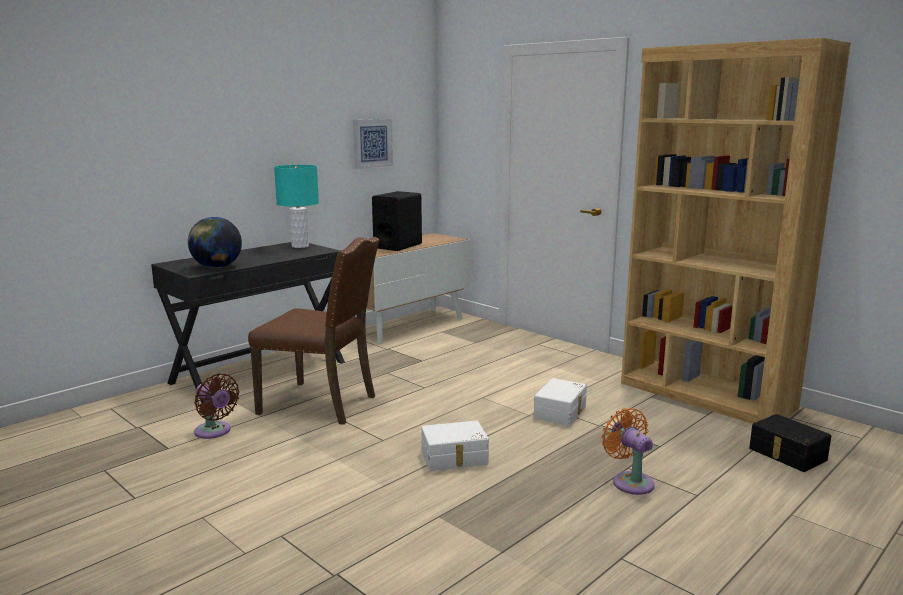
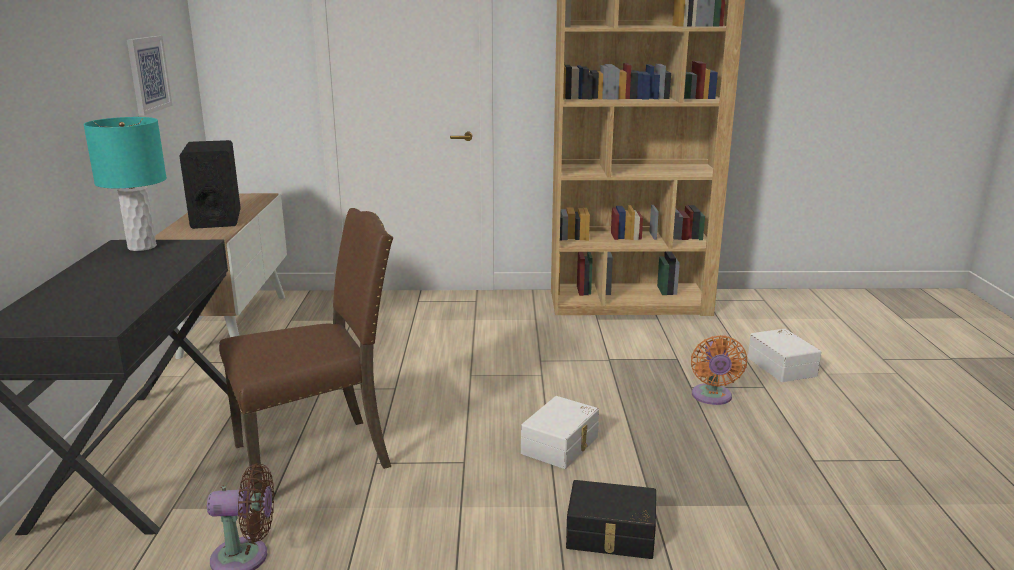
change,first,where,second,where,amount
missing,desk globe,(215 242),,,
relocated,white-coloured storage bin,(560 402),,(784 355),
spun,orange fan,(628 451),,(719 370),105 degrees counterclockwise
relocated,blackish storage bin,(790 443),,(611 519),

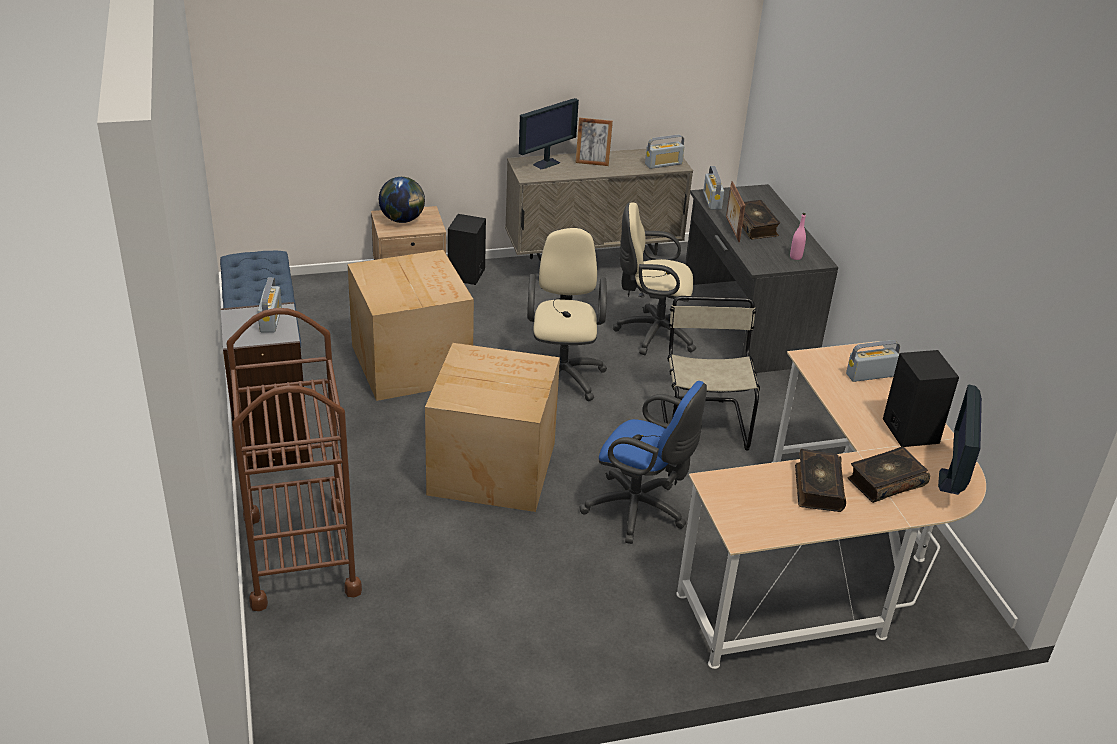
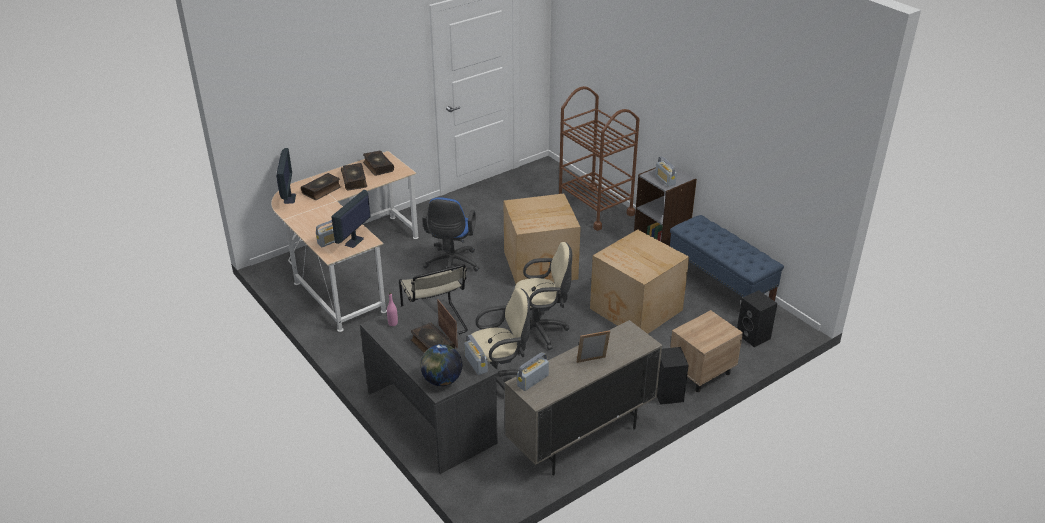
change,first,where,second,where,amount
relocated,monitor,(549 133),,(351 219),
relocated,desk globe,(402 200),,(441 365),
spun,beige-coloured office chair,(567 314),,(543 296),75 degrees counterclockwise
relocated,blackish loudspeaker,(921 398),,(757 318),
spun,blue-coloured office chair,(643 462),,(450 234),90 degrees counterclockwise
appeared,,,bound book,(378 163),

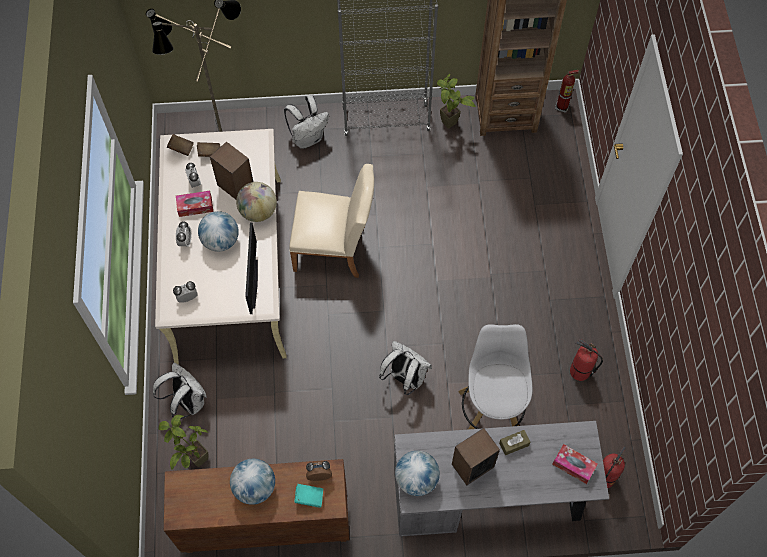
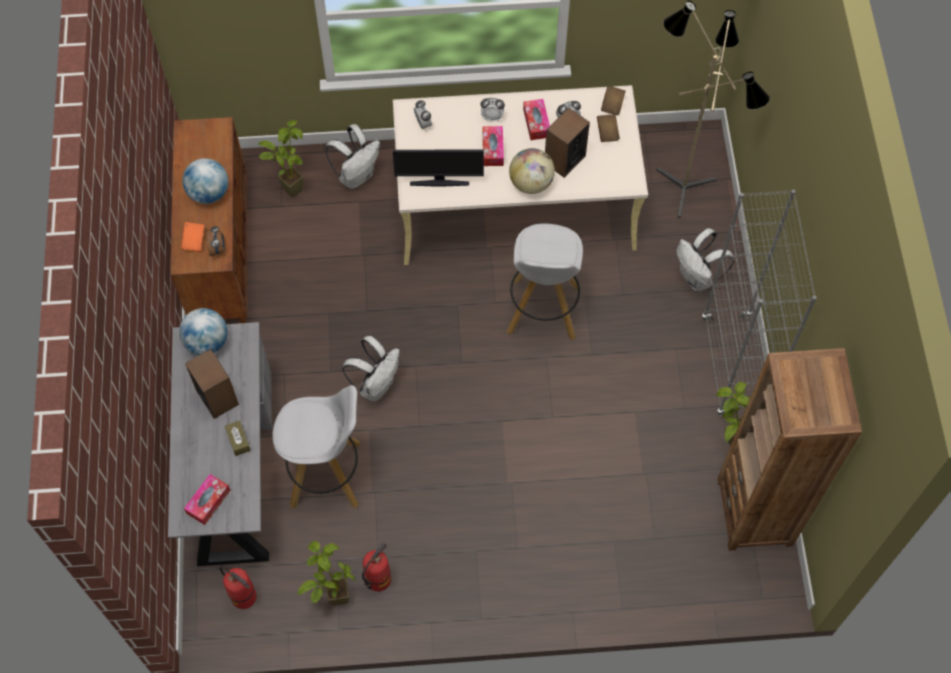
change,first,where,second,where,amount
missing,fire-fighting cylinder,(567 91),,,
exchanged,beige-coloured chair,(331 221),white-coloured sitting stool,(544 282),
exchanged,desk globe,(218 231),tissue holder,(493 146),
colour,turquoise bound book,(309 496),orange bound book,(192 237),
appeared,,,plant in a pot,(326 573),

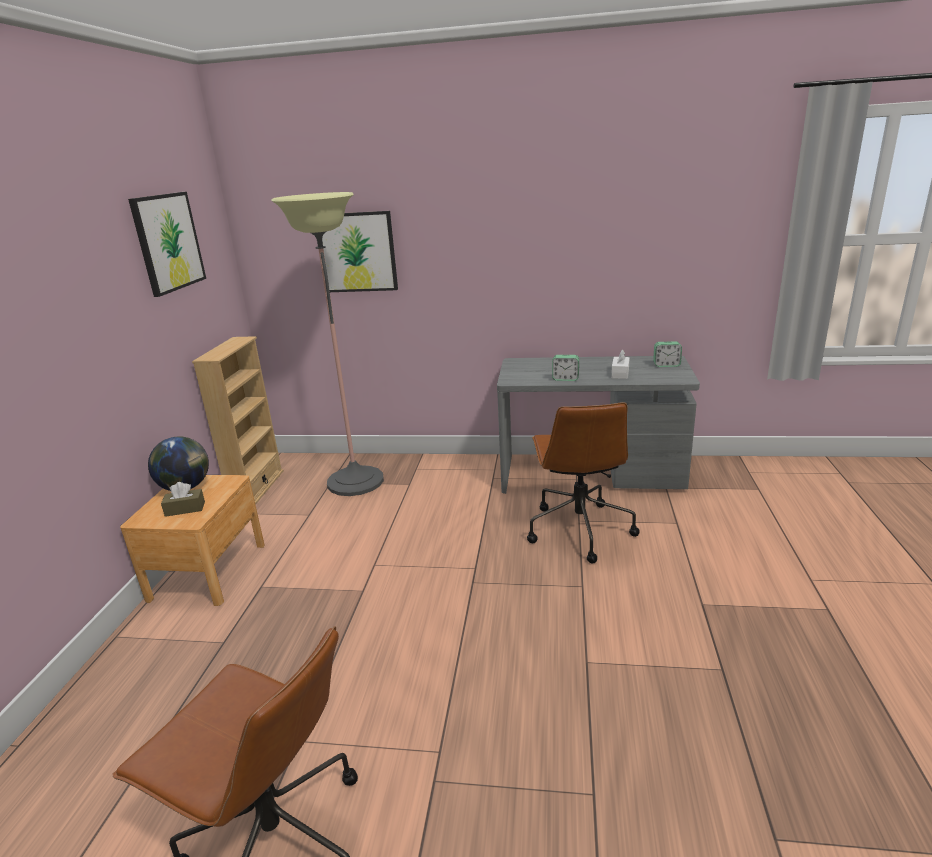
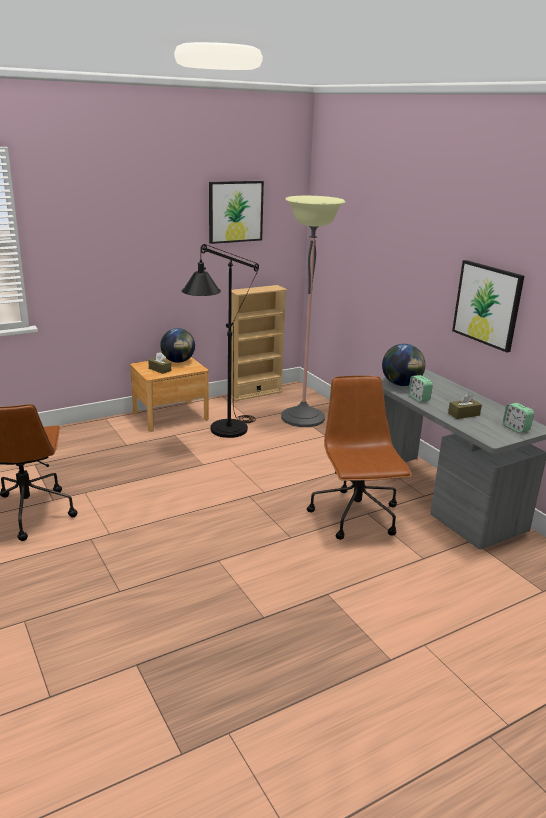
change,first,where,second,where,amount
relocated,wall picture,(360 251),,(488 306),
colour,white-coloured tissue holder,(620 364),brownish tissue holder,(465 406),
spun,brownish office chair,(583 482),,(359 457),120 degrees clockwise
appeared,,,blackish standing lamp,(220 341),
appeared,,,desk globe,(403 365),

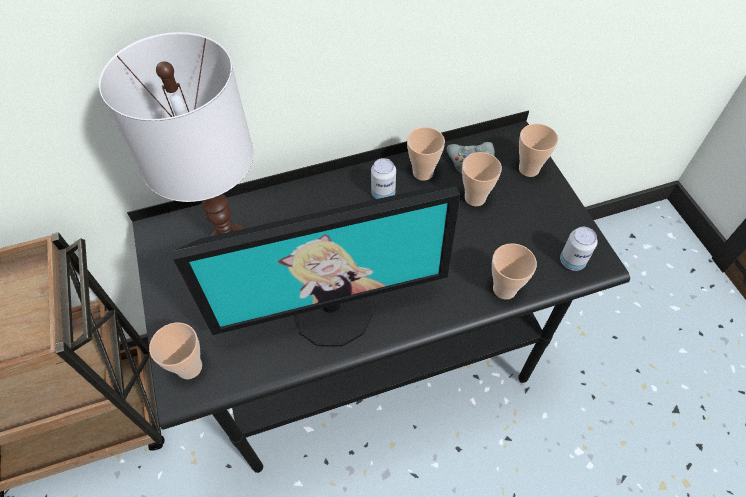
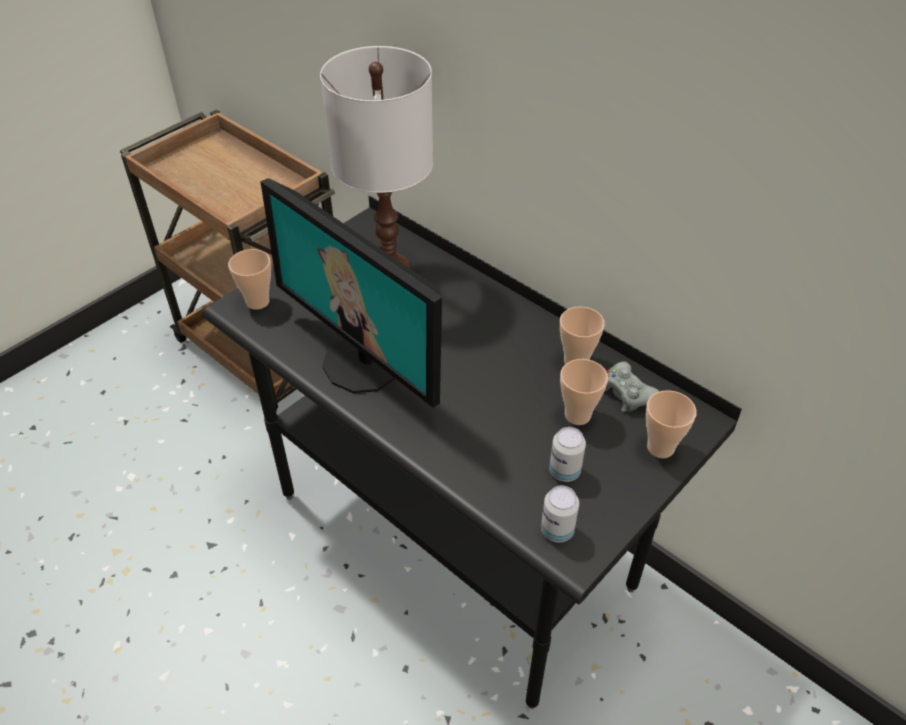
change,first,where,second,where,amount
relocated,sealed can,(383 178),,(567 454),
missing,drinking cup,(514 271),,,

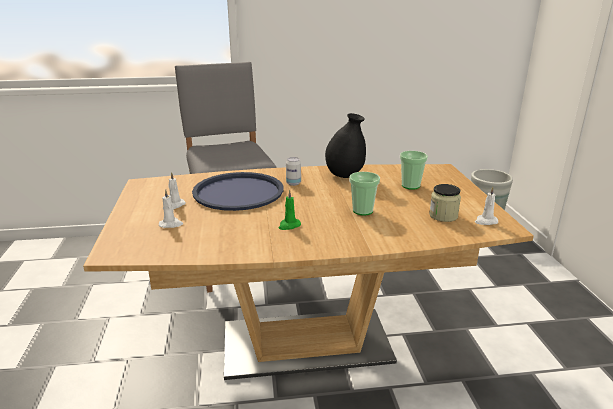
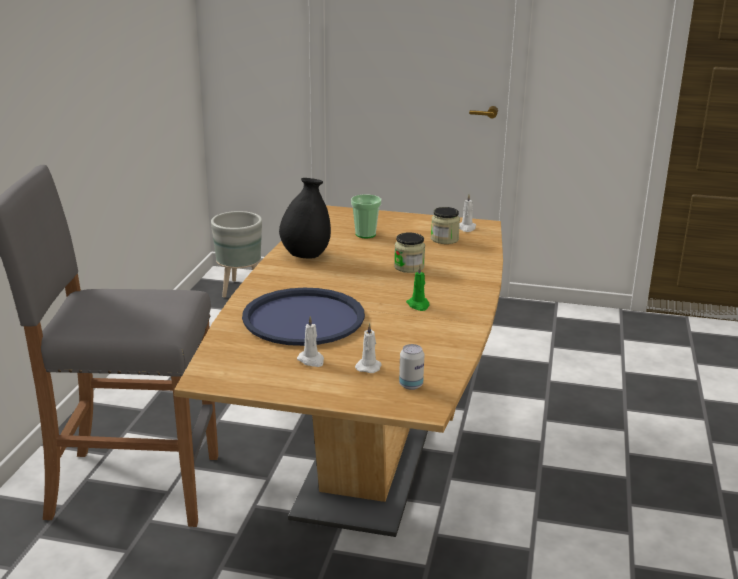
change,first,where,second,where,amount
relocated,sealed can,(293 171),,(411 367),
exchanged,drinking cup,(364 194),preserve jar,(409 252),

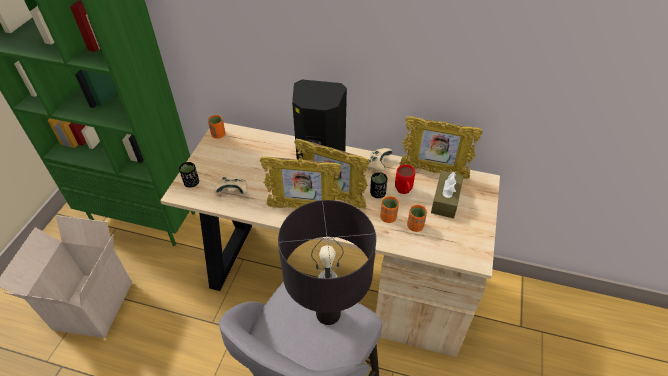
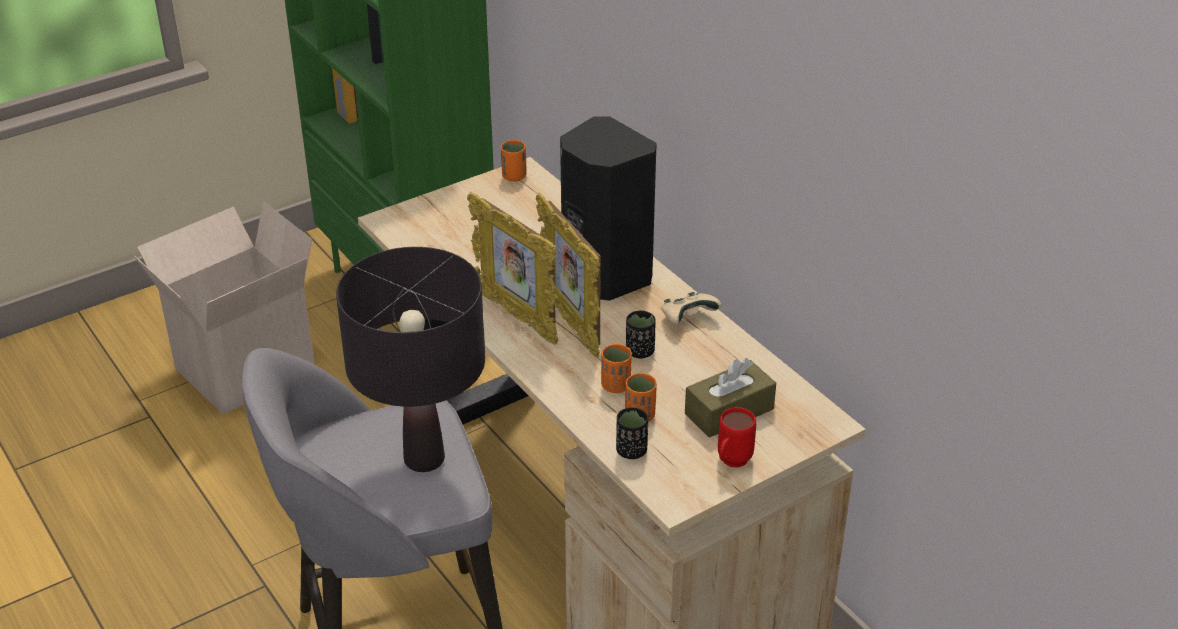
change,first,where,second,where,amount
missing,picture frame,(441 147),,,
relocated,blackish drinking cup,(189 175),,(632 433),
relocated,reddish tea mug,(405 179),,(737 437),
missing,beige-coloured joypad,(230 185),,,

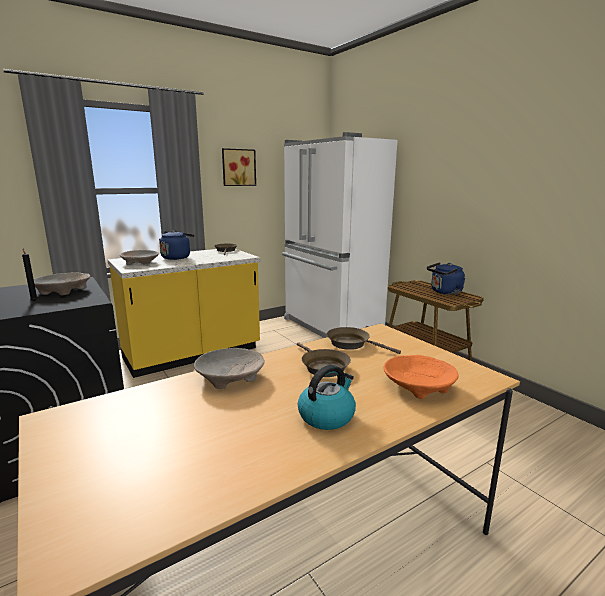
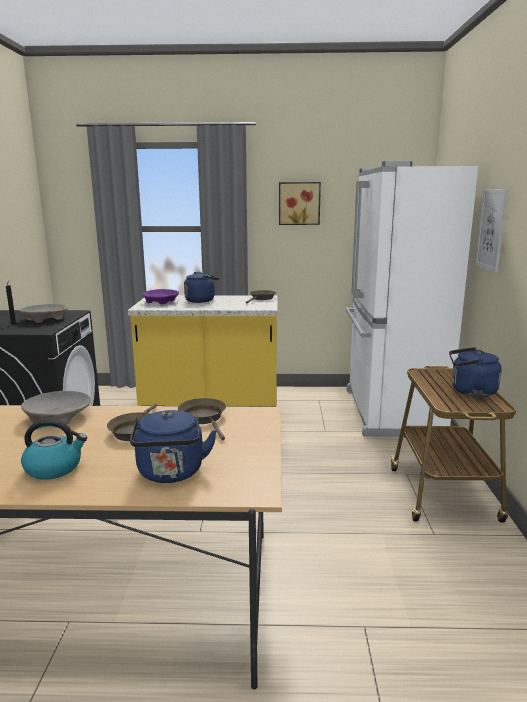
change,first,where,second,where,amount
colour,beige-coloured bowl,(139 257),purplish bowl,(160 296),
exchanged,orange bowl,(421 377),blue-coloured tea kettle,(173 446),
appeared,,,wall picture,(491 231),

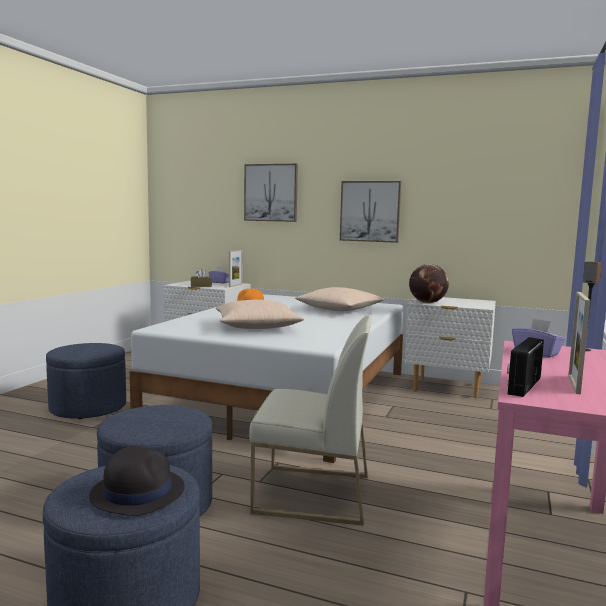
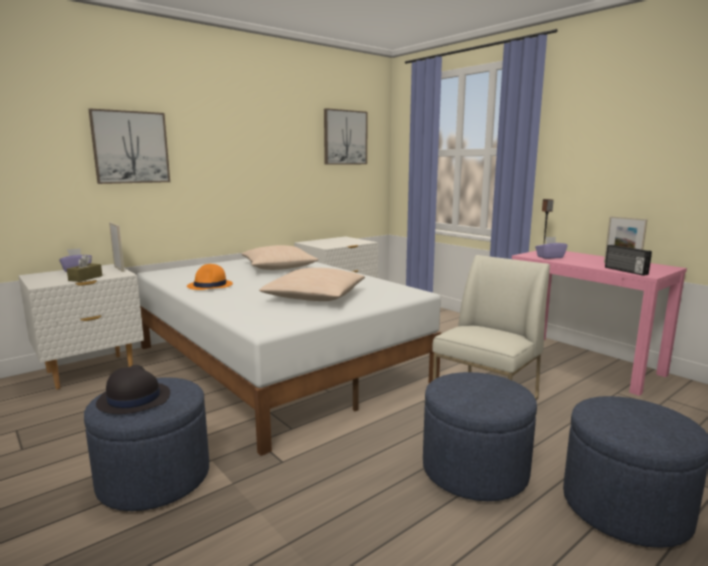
change,first,where,second,where,amount
relocated,wall picture,(370 212),,(346 136),
missing,desk globe,(429 283),,,
relocated,blackish clothing hat,(137 480),,(133 389),

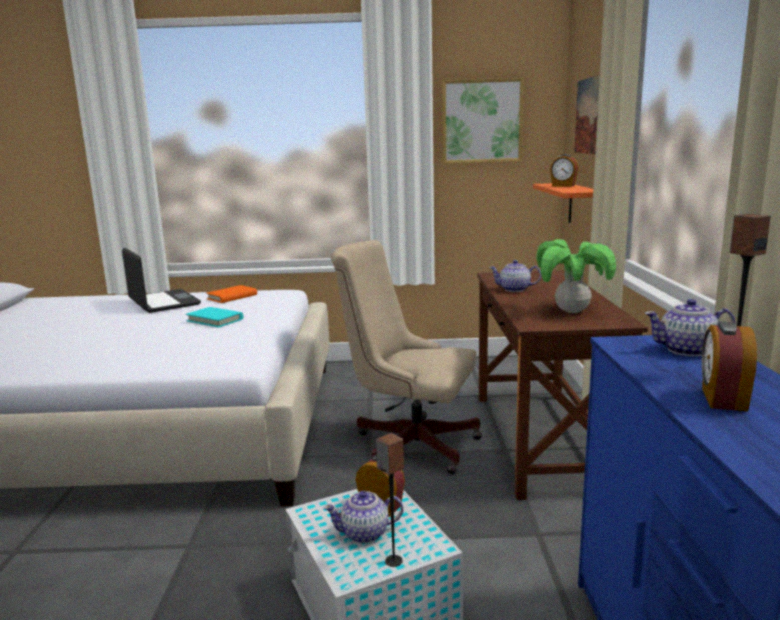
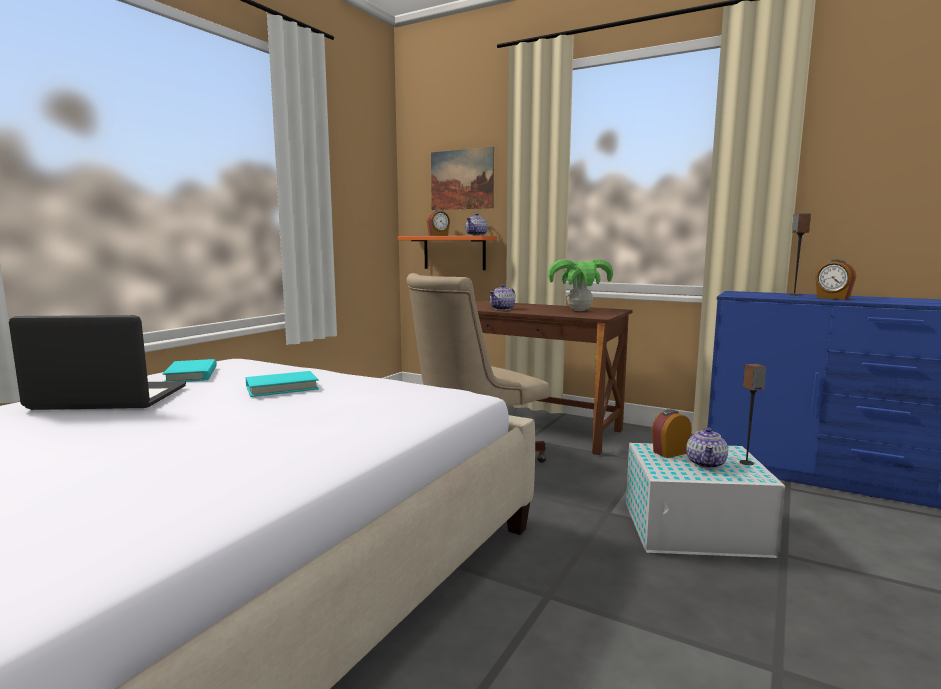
change,first,where,second,where,amount
missing,wall picture,(483 121),,,
colour,orange bound book,(231 294),turquoise bound book,(190 370),
relocated,teapot,(690 327),,(477 224),

